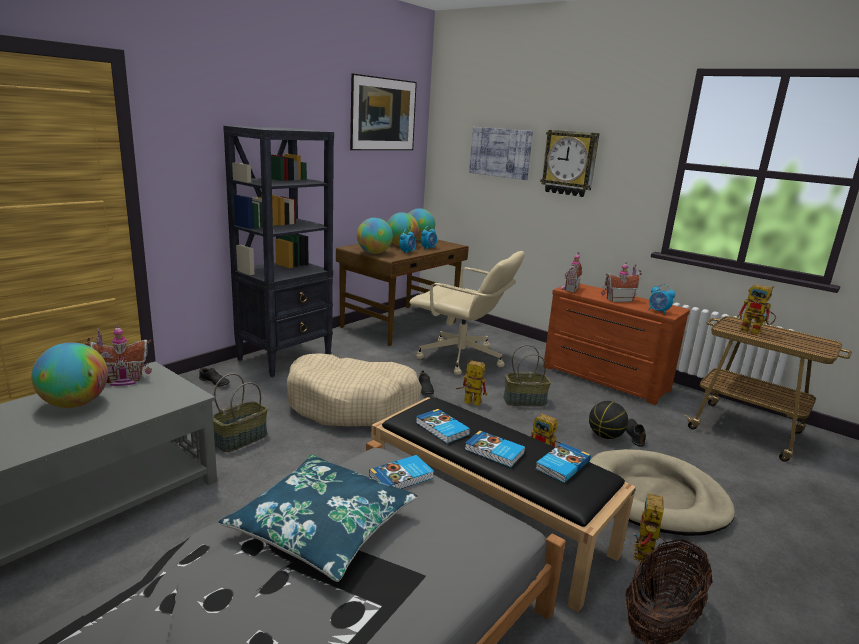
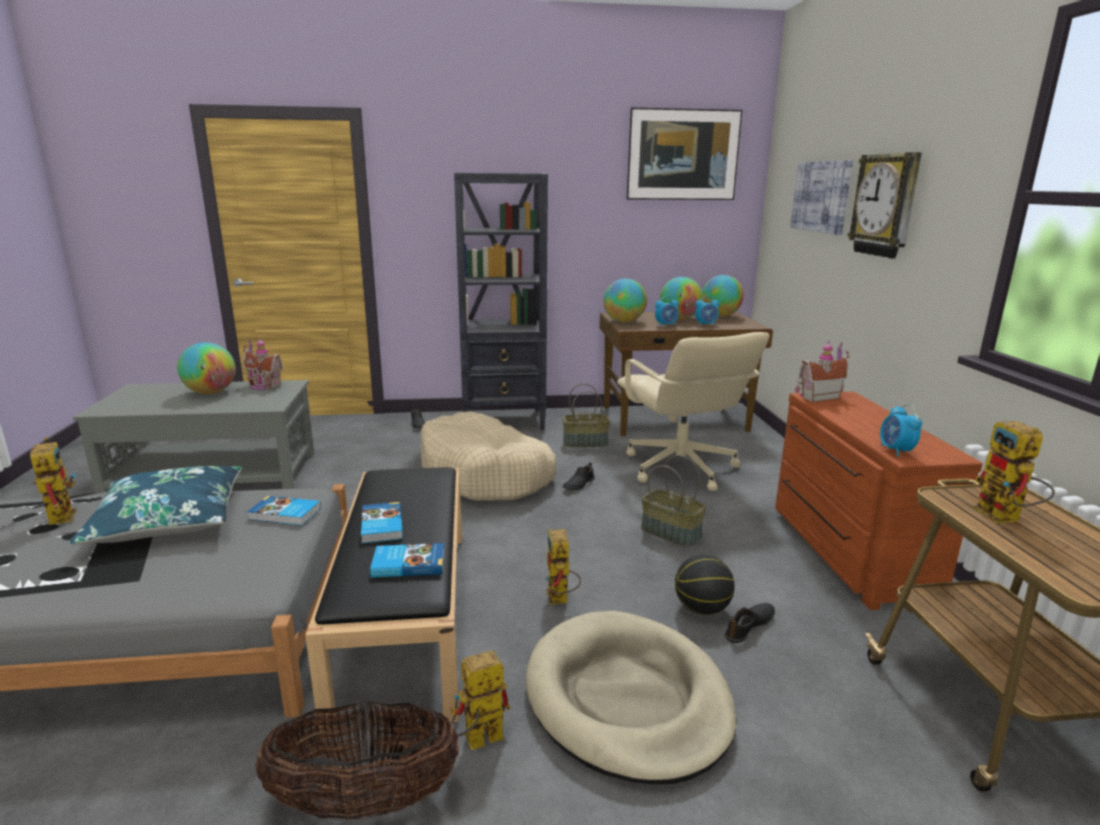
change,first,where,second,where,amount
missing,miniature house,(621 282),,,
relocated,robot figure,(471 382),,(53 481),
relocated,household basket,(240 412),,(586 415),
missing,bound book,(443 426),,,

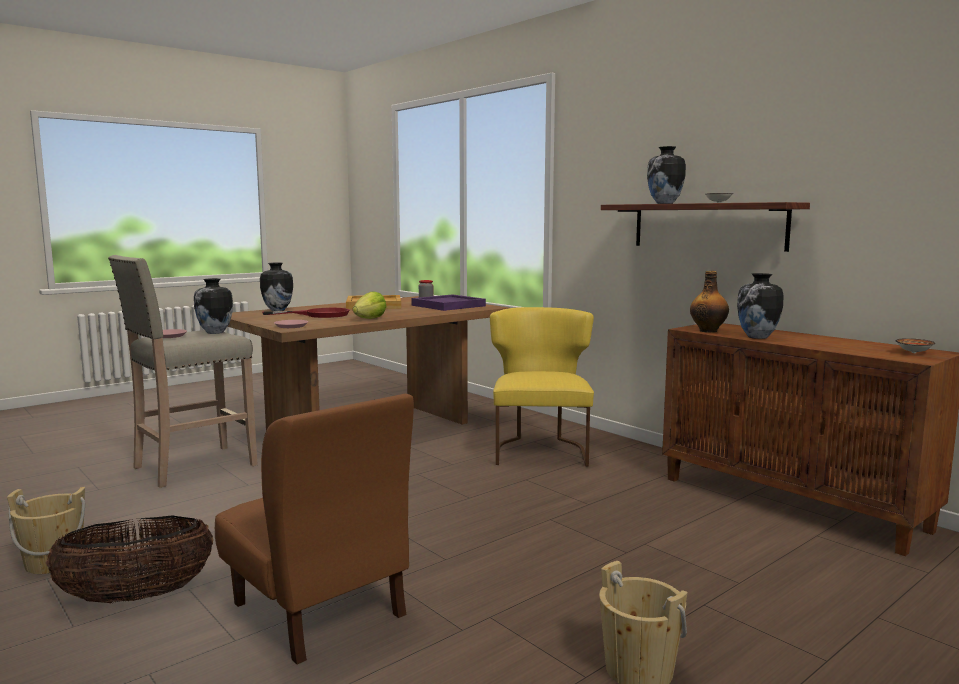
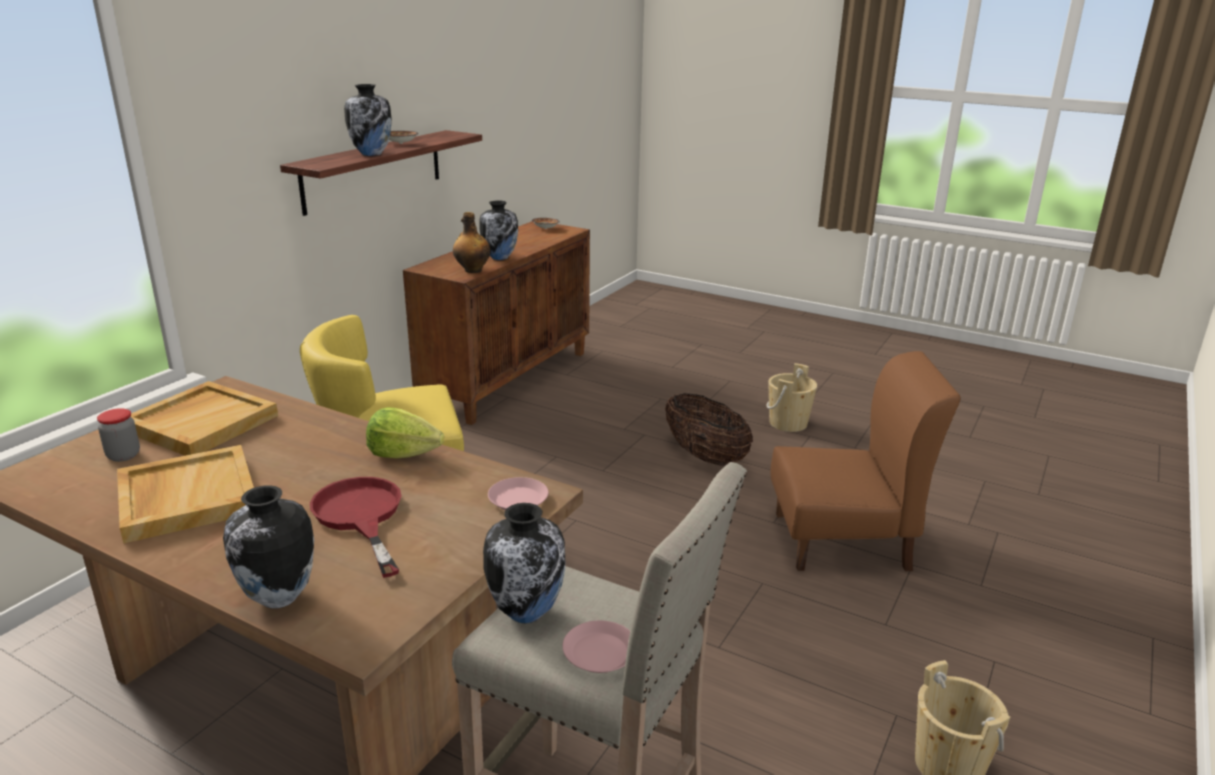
change,first,where,second,where,amount
colour,purplish tray,(448 302),beige-coloured tray,(204 418),
spun,brownish chair,(314 529),,(866 461),60 degrees clockwise
relocated,household basket,(129 559),,(709 429),

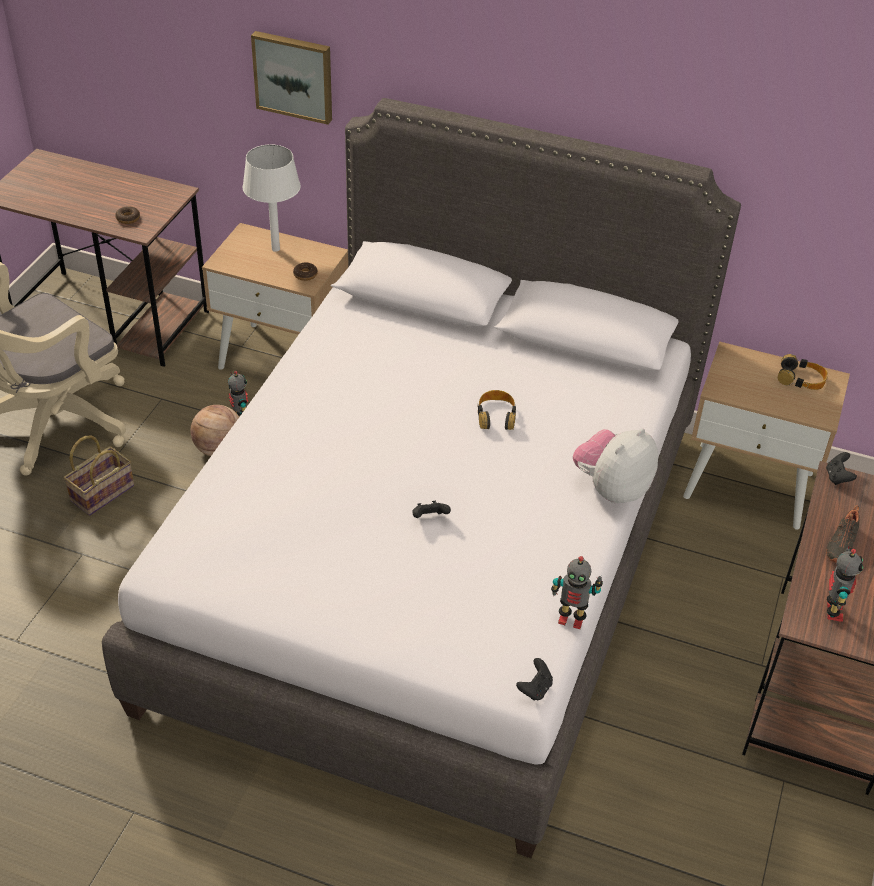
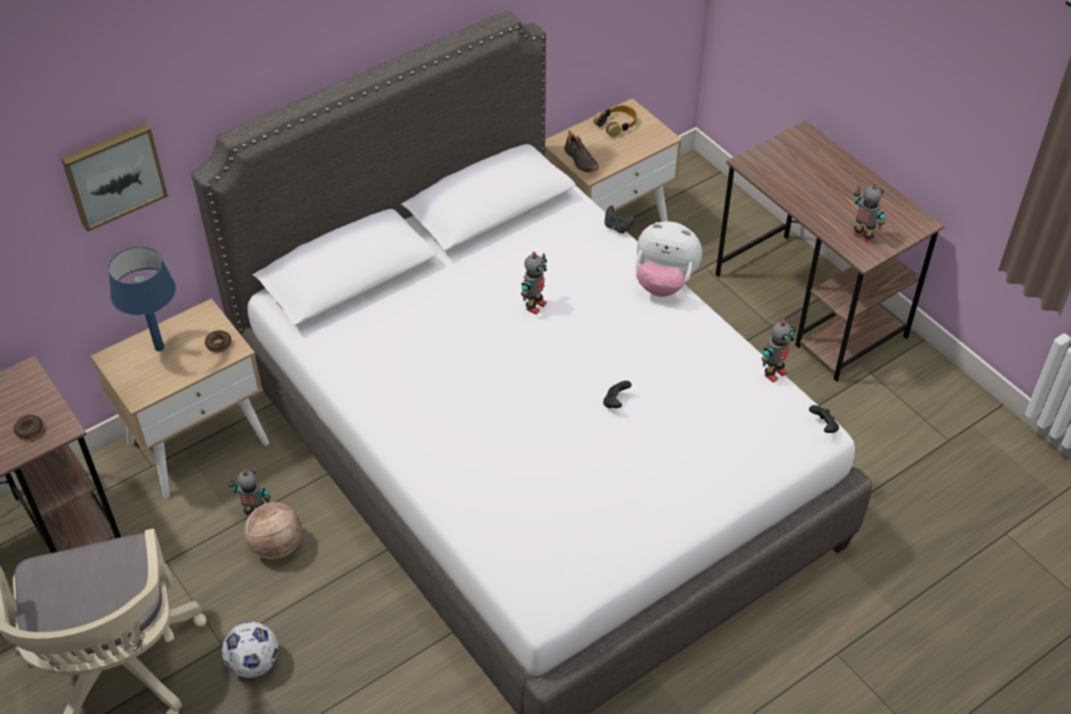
change,first,where,second,where,amount
colour,white-coloured table lamp,(271 198),blue-coloured table lamp,(142 298),
exchanged,pair of headphones,(497 410),robot figure,(534 283),
spun,soft toy,(615 465),,(669 259),60 degrees counterclockwise
exchanged,household basket,(99 476),football,(250 649),
relocated,blackish joypad,(841 468),,(620 220),
relocated,blackish low shoe,(842 534),,(581 151),

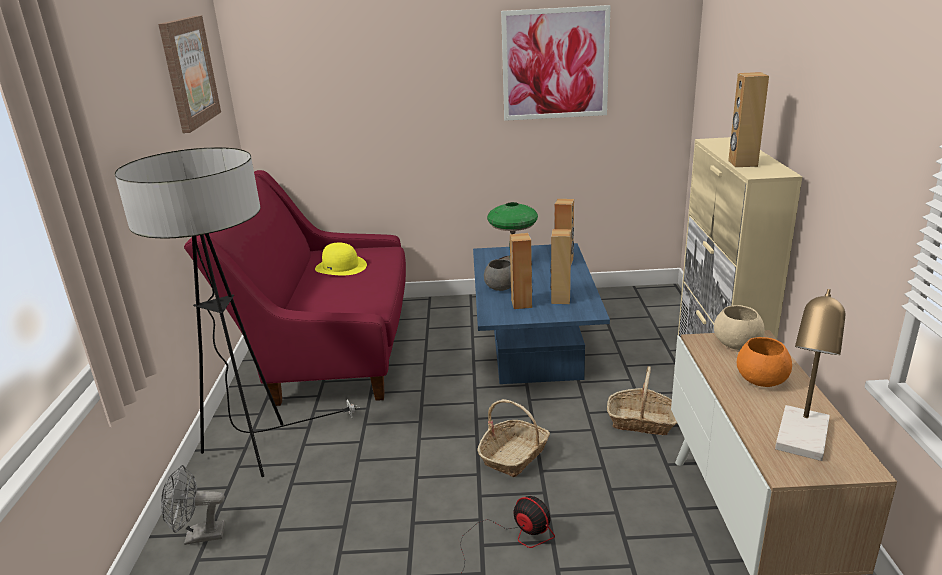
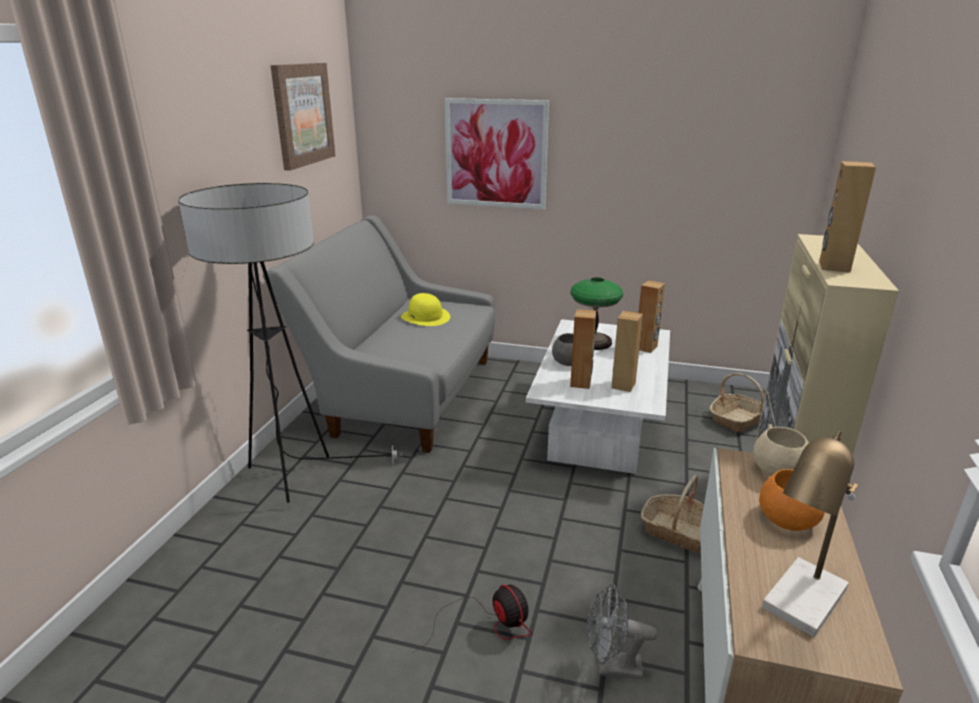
change,first,where,second,where,amount
relocated,wall picture,(556 63),,(497 153),
colour,reddish couch,(295 288),gray couch,(379 334),
colour,blue-coloured low table,(541 313),white-coloured low table,(598 396),
relocated,household basket,(513 438),,(736 403),
relocated,gray fan,(193 505),,(622 631),

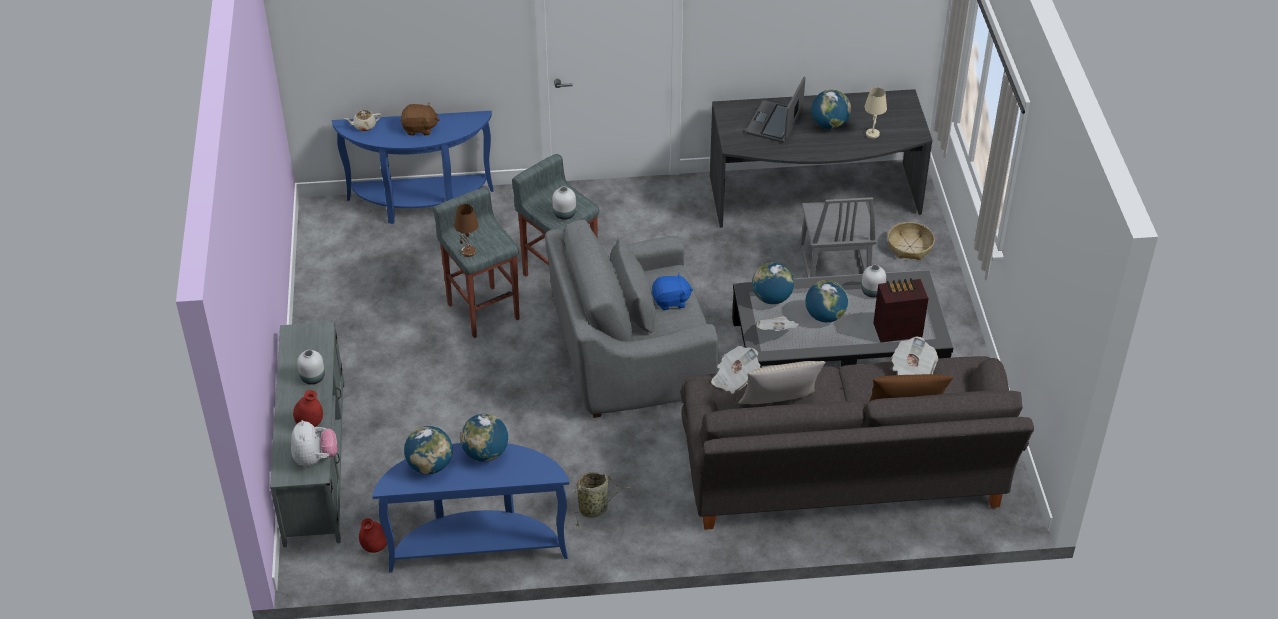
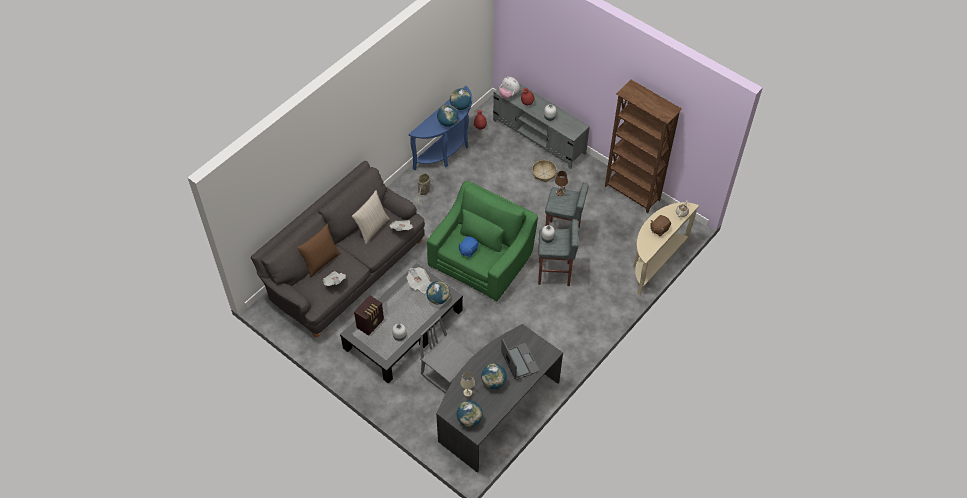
change,first,where,second,where,amount
colour,blue-coloured narrow table,(413 167),beige-coloured narrow table,(666 248),
colour,gray easy chair,(631 319),greenish easy chair,(482 241),
relocated,household basket,(911 241),,(544 171),
relocated,desk globe,(826 301),,(470 414),
appeared,,,brownish bookcase,(643 146),

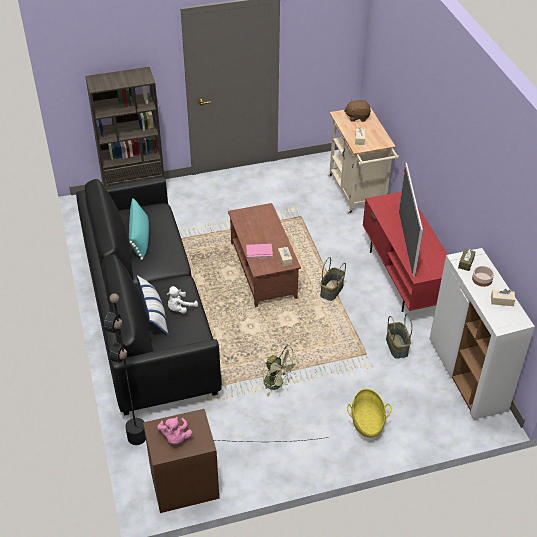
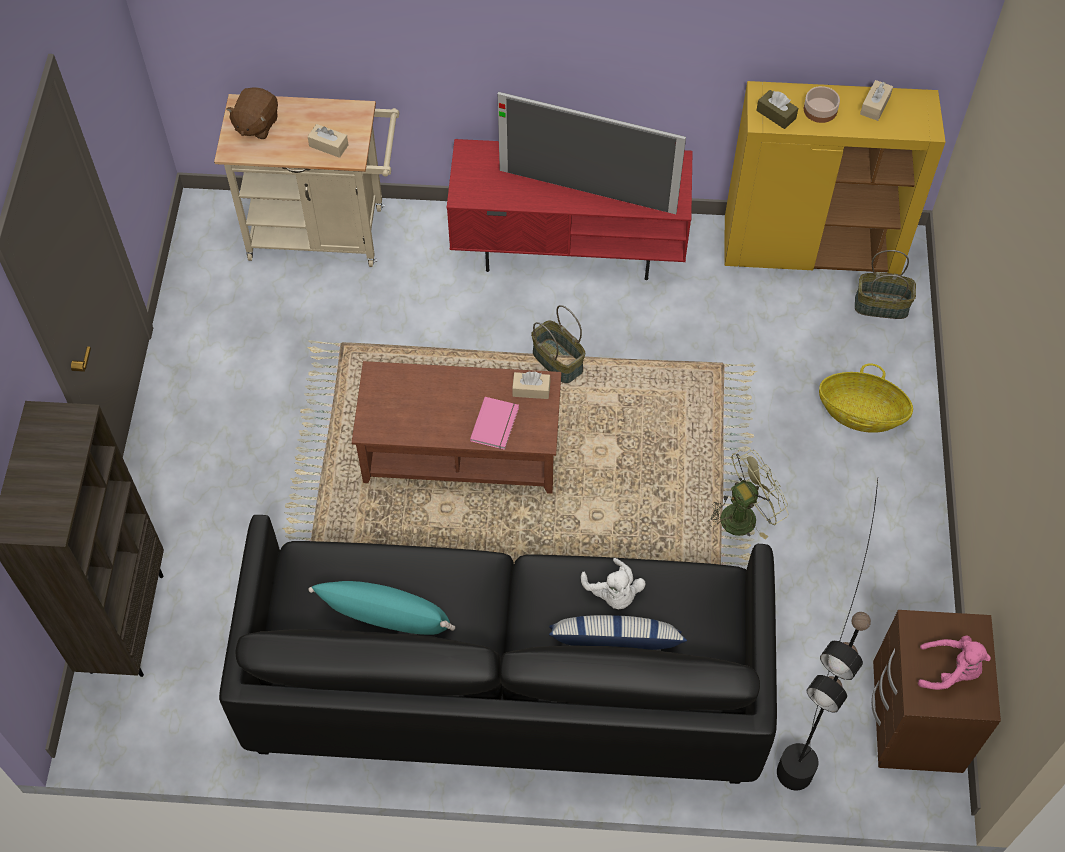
change,first,where,second,where,amount
colour,white-coloured cabinet,(482 334),yellow-coloured cabinet,(835 177),
relocated,household basket,(399 336),,(885 284),

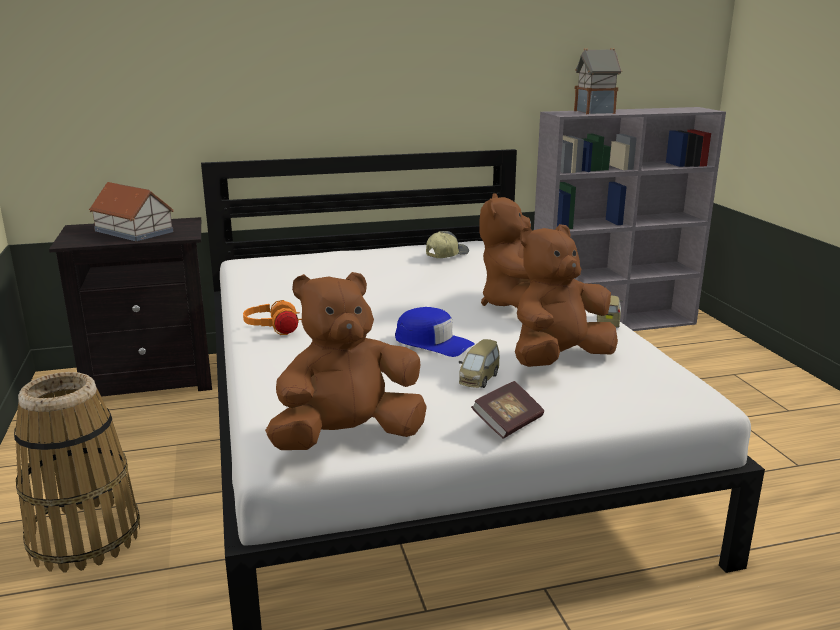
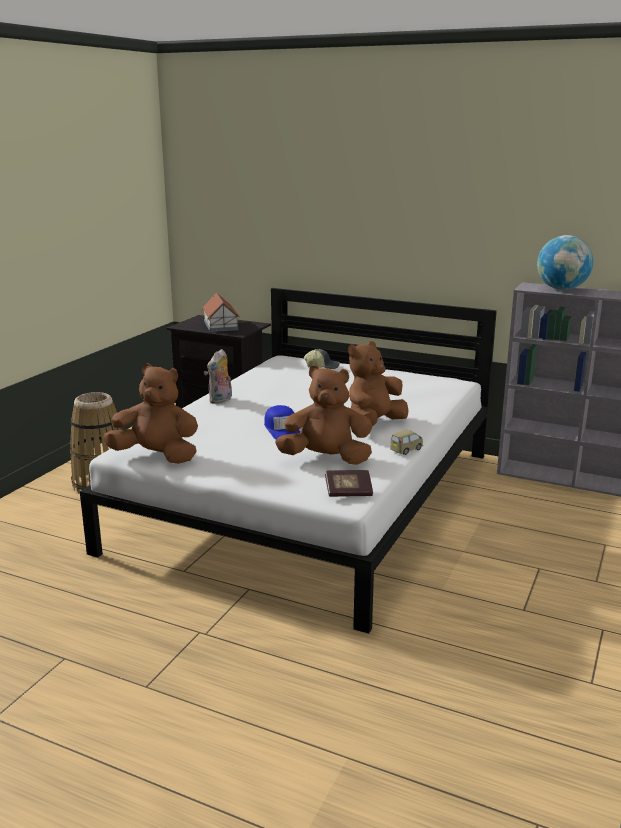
change,first,where,second,where,amount
exchanged,miniature house,(598 81),desk globe,(565 262),
relocated,peaked cap,(447 244),,(322 359),
exchanged,orange pair of headphones,(272 317),soft toy,(219 376),
missing,model car,(479 363),,,
relocated,bound book,(507 409),,(349 483),

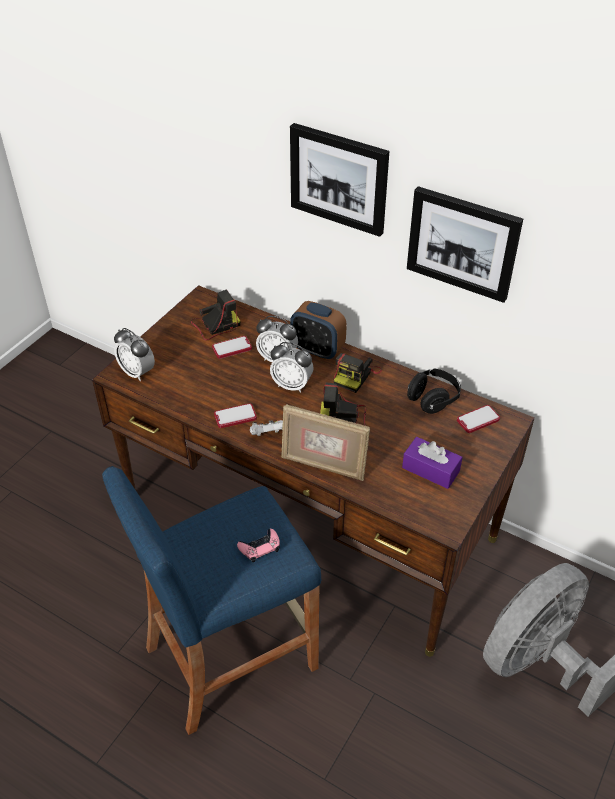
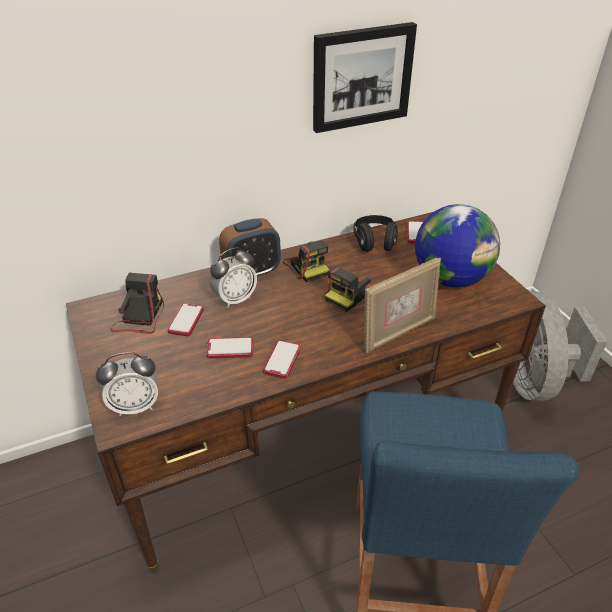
change,first,where,second,where,amount
missing,wall picture,(339 180),,,
missing,alarm clock,(292 367),,,
missing,white-coloured joypad,(266 428),,,
exchanged,purplish tissue holder,(432 463),desk globe,(457 245),
missing,pinkish joypad,(258 545),,,
appeared,,,telephone,(230 348),

